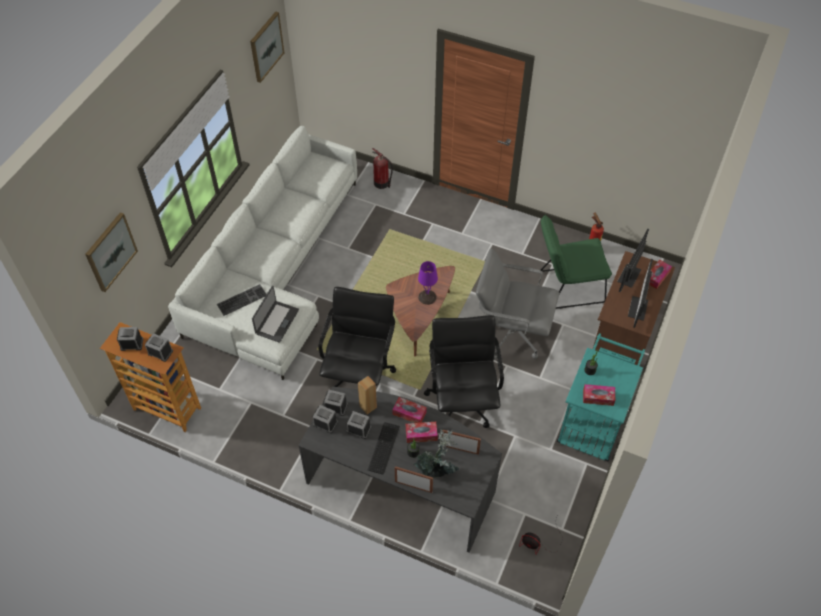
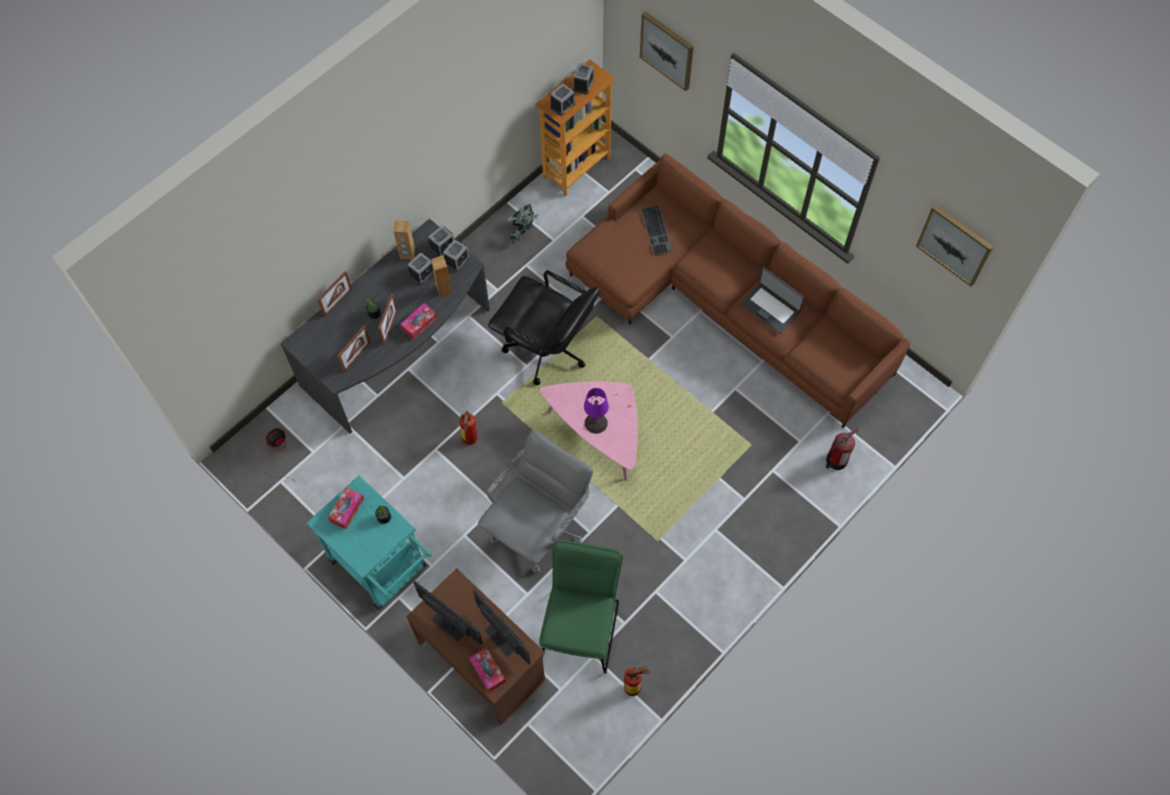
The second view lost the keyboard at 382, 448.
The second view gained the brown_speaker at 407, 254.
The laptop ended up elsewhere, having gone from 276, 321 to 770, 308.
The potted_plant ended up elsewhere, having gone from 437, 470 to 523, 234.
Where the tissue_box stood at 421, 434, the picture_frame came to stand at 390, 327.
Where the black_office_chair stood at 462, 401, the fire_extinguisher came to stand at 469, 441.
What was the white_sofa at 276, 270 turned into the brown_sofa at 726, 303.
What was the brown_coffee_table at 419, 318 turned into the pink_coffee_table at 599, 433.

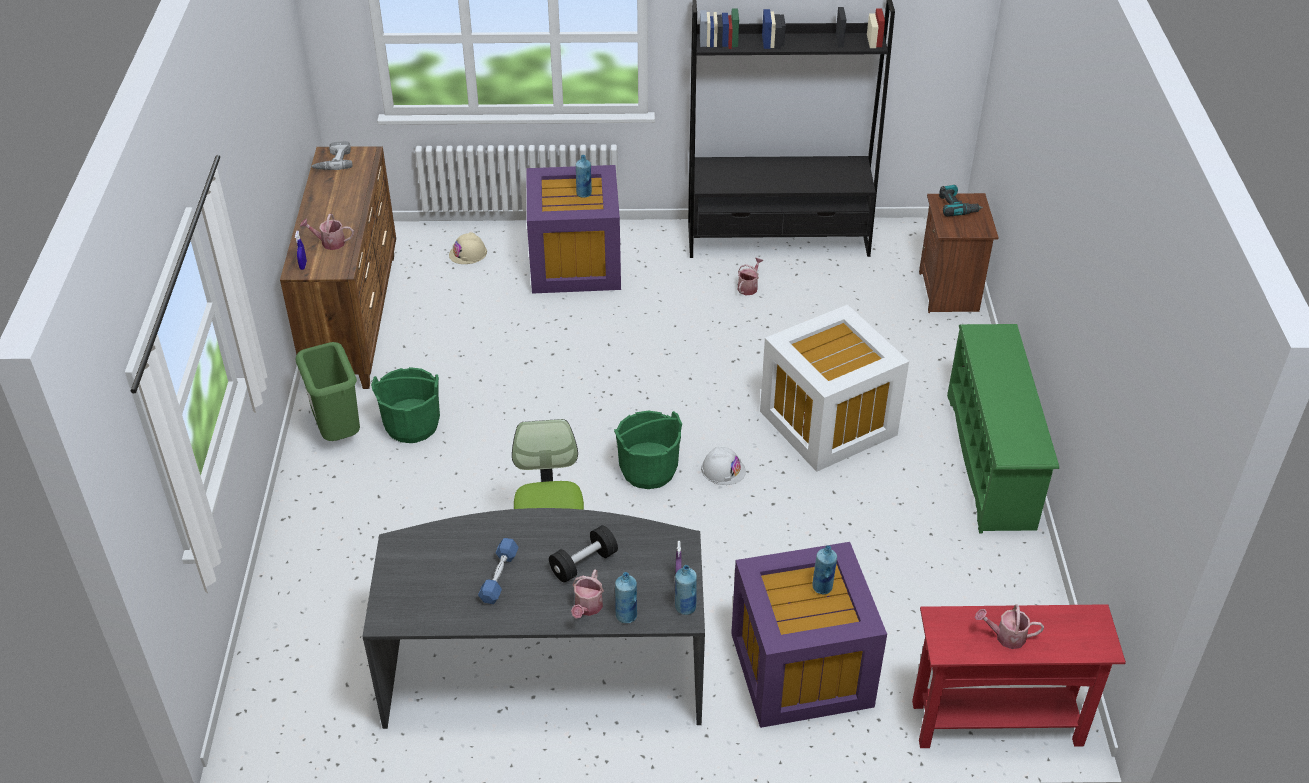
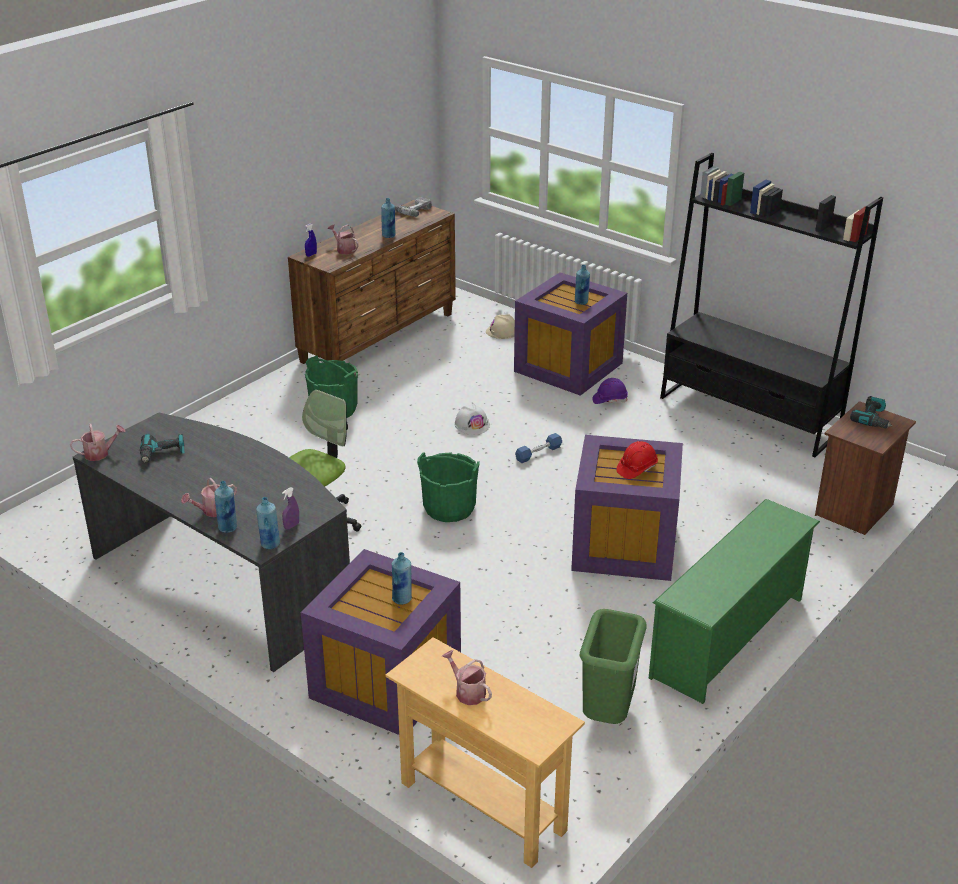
The second view lost the black_dumbbell at 584, 563.
The second view gained the power_drill at 162, 454.
The second view gained the blue_bottle at 389, 236.
The second view gained the purple_hard_hat at 609, 400.
The second view gained the red_hard_hat at 636, 469.
The green_trash_can ended up elsewhere, having gone from 337, 433 to 607, 714.
The blue_dumbbell ended up elsewhere, having gone from 499, 577 to 538, 453.
The white_hard_hat ended up elsewhere, having gone from 723, 470 to 472, 424.
The watering_can ended up elsewhere, having gone from 749, 287 to 100, 453.
What was the white_storage_box at 825, 422 turned into the purple_storage_box at 622, 544.
What was the red_console_table at 996, 723 turned into the beige_console_table at 482, 806.

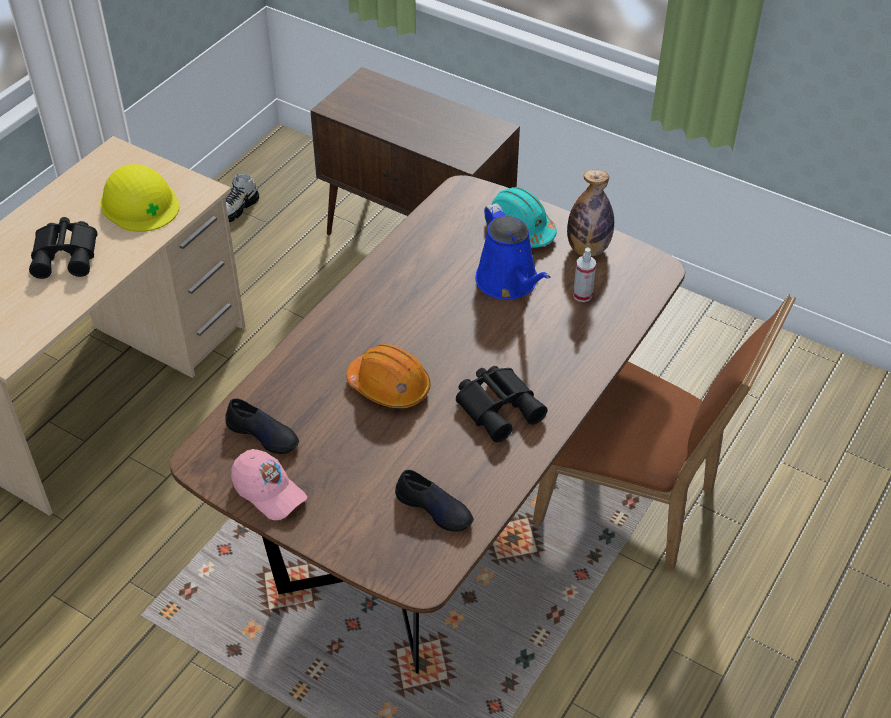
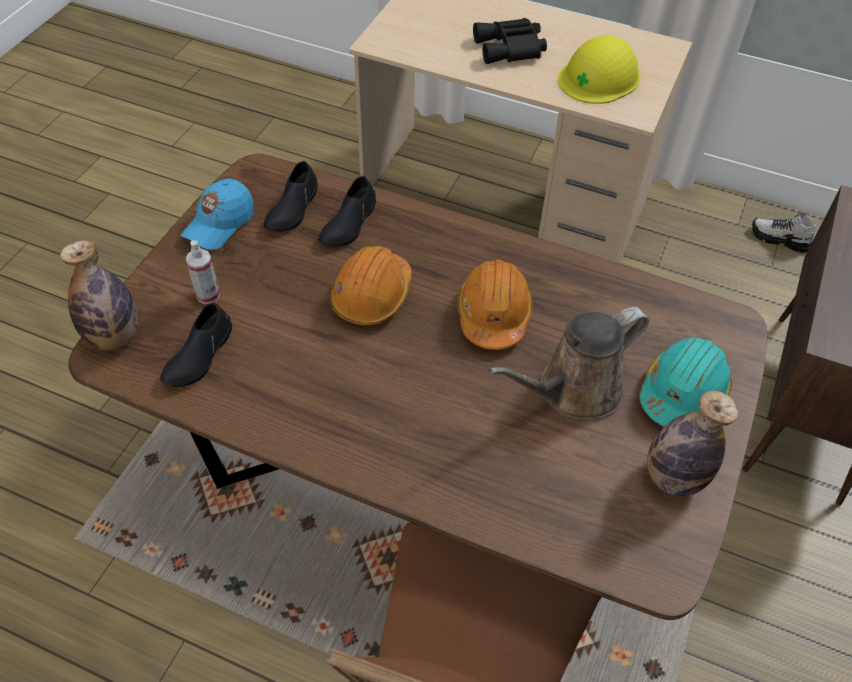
The second view lost the black_binoculars at 499, 406.
The second view gained the bottle at 114, 337.
The second view gained the black_shoe at 349, 223.
The second view gained the orange_hard_hat at 493, 314.
The spray_bottle ended up elsewhere, having gone from 582, 295 to 208, 295.
What was the pink_cap at 269, 492 turned into the blue_cap at 219, 224.
What was the blue_watering_can at 509, 283 turned into the brown_watering_can at 573, 391.

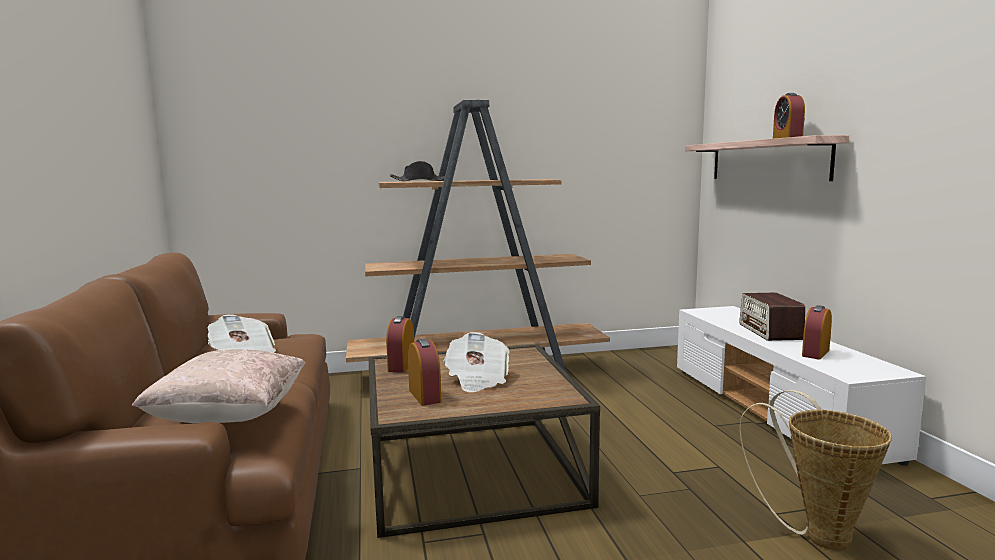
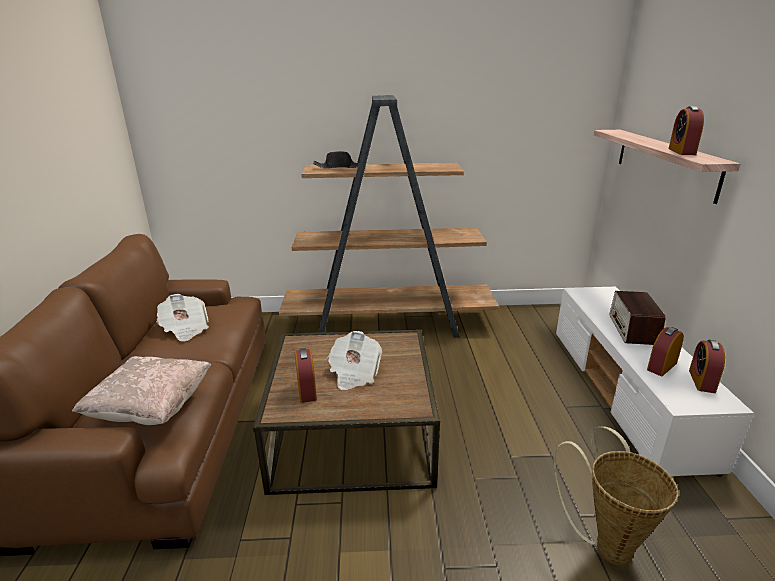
The alarm_clock ended up elsewhere, having gone from 401, 365 to 701, 381.

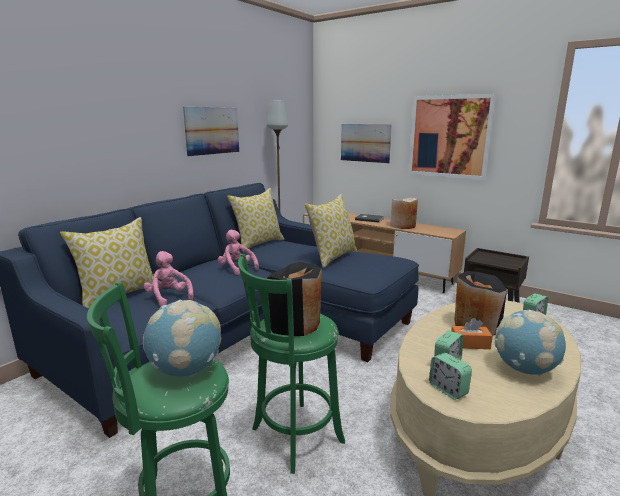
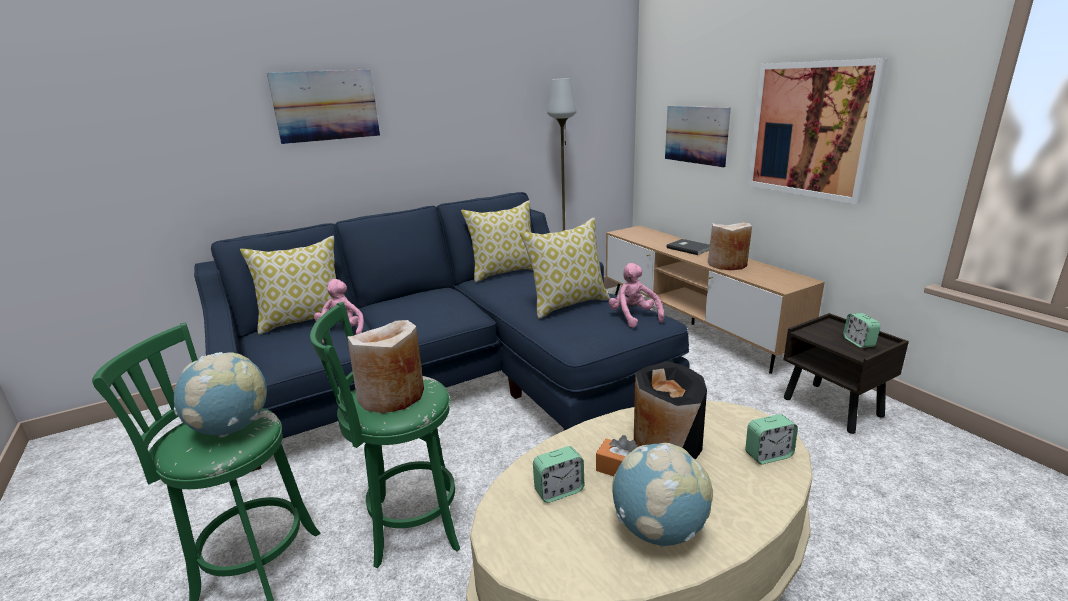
The picture ended up elsewhere, having gone from 212, 131 to 326, 106.
The pink_plush_toy ended up elsewhere, having gone from 237, 269 to 633, 317.
The alarm_clock ended up elsewhere, having gone from 448, 389 to 858, 342.
What was the black_vase at 294, 324 turned into the beige_vase at 392, 395.

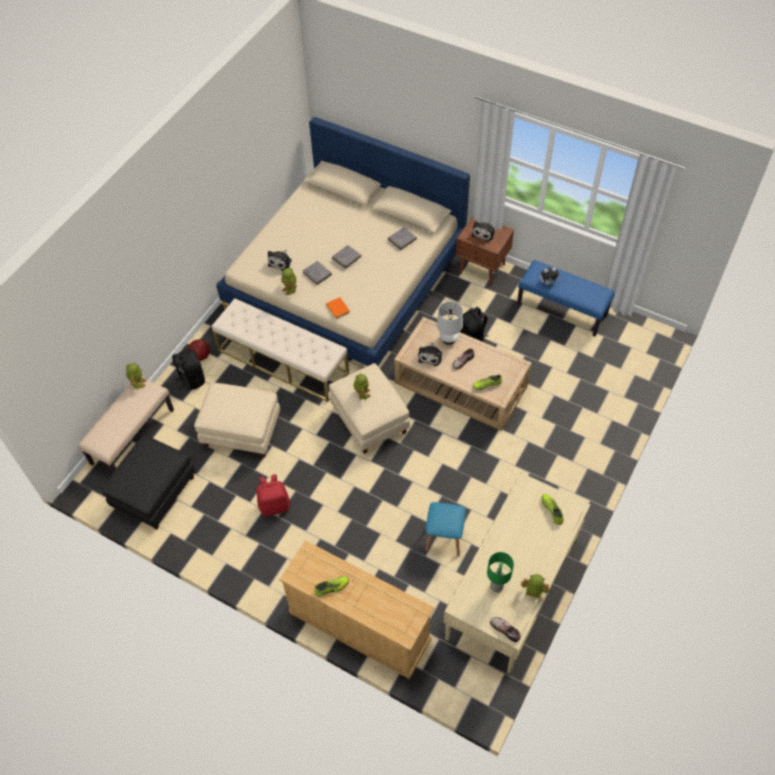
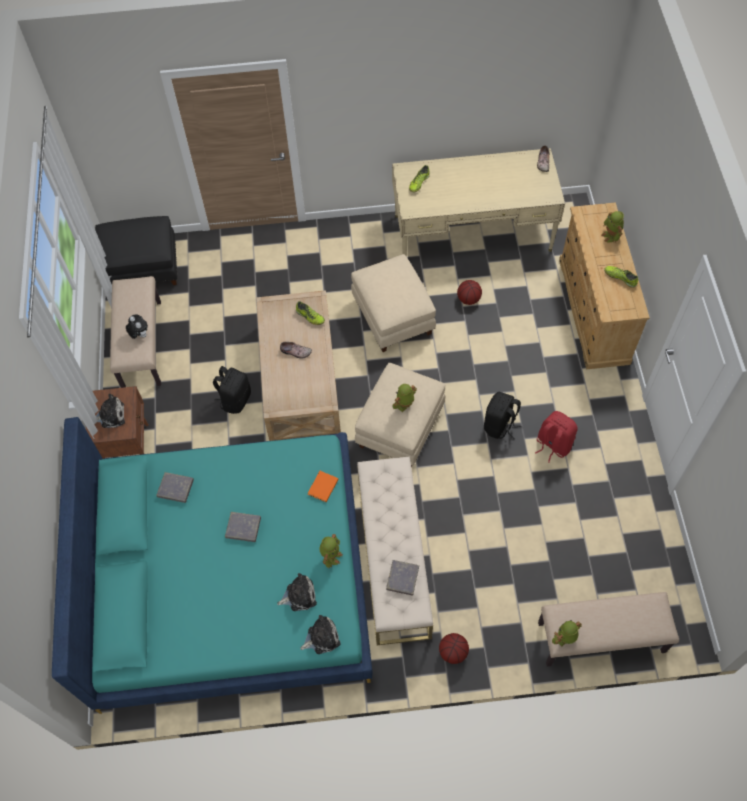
The second view lost the white_table_lamp at 449, 339.
The second view lost the green_table_lamp at 496, 586.
The black_ottoman ended up elsewhere, having gone from 155, 494 to 143, 268.
The black_backpack ended up elsewhere, having gone from 192, 379 to 500, 425.
The beige_ottoman ended up elsewhere, having gone from 242, 431 to 392, 317.
The grey_book ended up elsewhere, having gone from 317, 274 to 402, 578.
The plush_toy ended up elsewhere, having gone from 430, 356 to 321, 637.
The toy_robot ended up elsewhere, having gone from 533, 592 to 611, 236.
Where the blue_stool stood at 444, 538, the basketball came to stand at 468, 299.
What was the beige_bed at 346, 277 turned into the turquoise_bed at 230, 576.
What was the blue_bench at 562, 309 turned into the beige_bench at 141, 344.

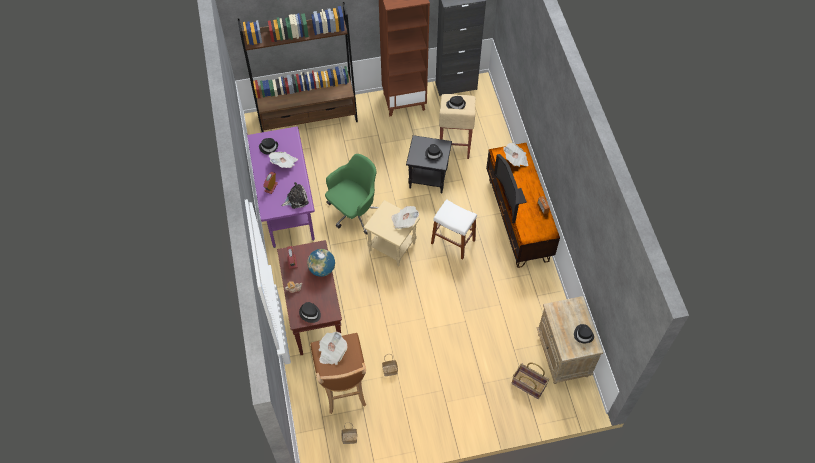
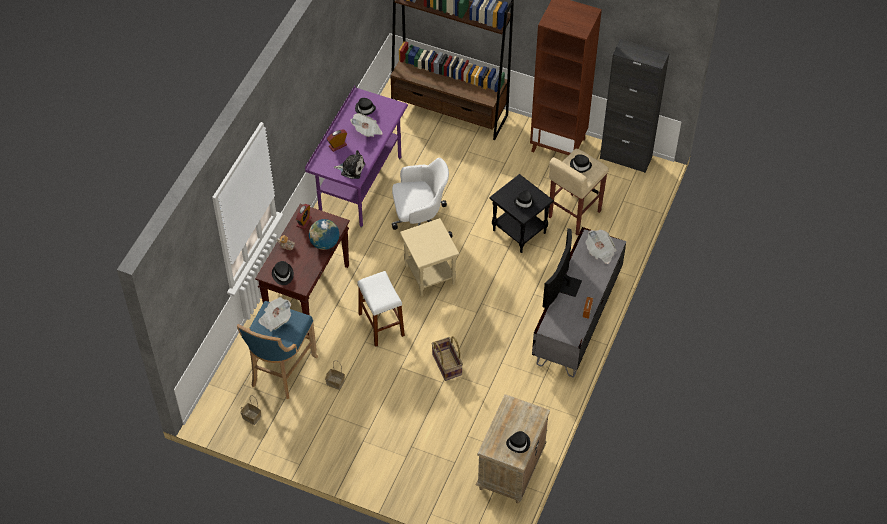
The second view lost the newspaper at 404, 221.
The white_stool ended up elsewhere, having gone from 453, 241 to 381, 324.
The basket ended up elsewhere, having gone from 528, 385 to 446, 364.
What was the brown_stool at 343, 388 turned into the blue_stool at 281, 372.
What was the green_office_chair at 354, 212 turned into the white_office_chair at 420, 223.
What was the brown_tv_stand at 517, 220 turned into the grey_tv_stand at 576, 321.

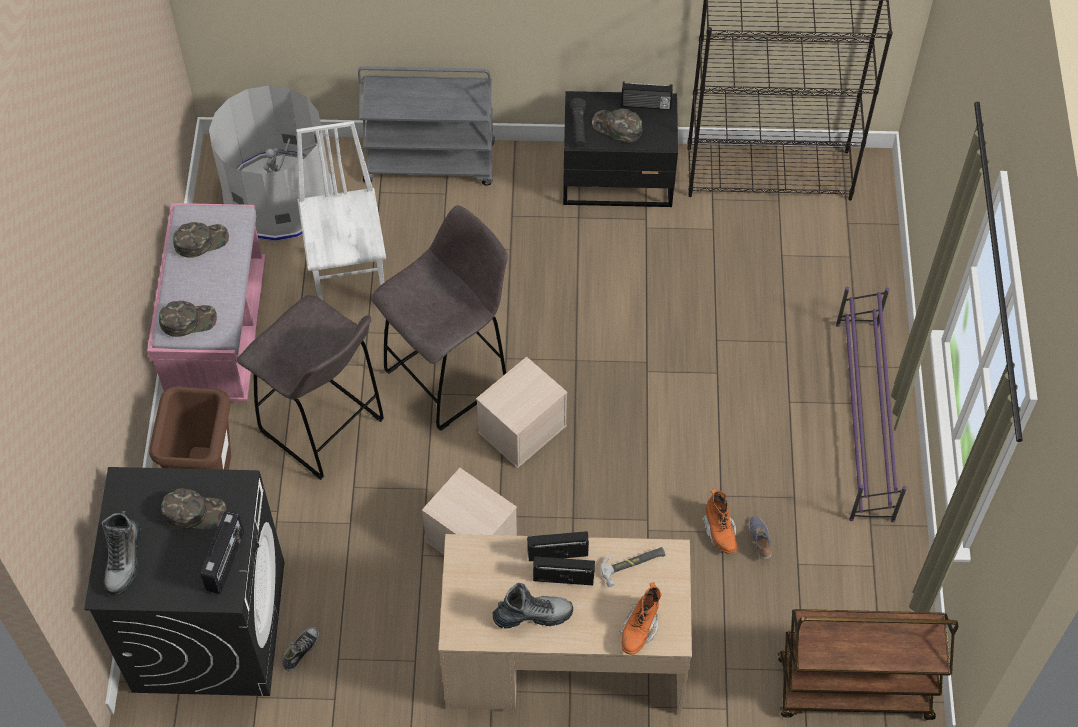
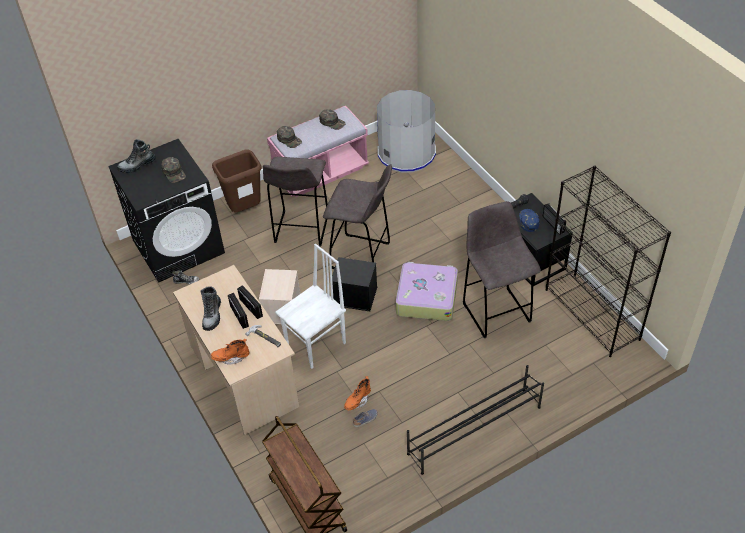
The second view lost the radio at 226, 562.
The second view lost the grey_cart at 431, 162.
The second view gained the suitcase at 426, 297.
The second view gained the grey_stool at 495, 311.
The white_chair ended up elsewhere, having gone from 350, 277 to 317, 344.
What was the beige_storage_box at 522, 428 turned into the black_storage_box at 356, 296.
What was the green_cap at 617, 127 turned into the blue_cap at 528, 221.
What was the purple_shoe_rack at 863, 420 turned into the black_shoe_rack at 473, 430.
The boot at 533, 615 ended up facing another way, 45 degrees clockwise from before.

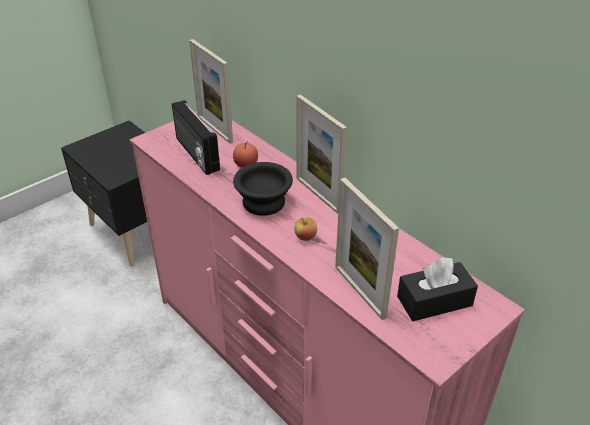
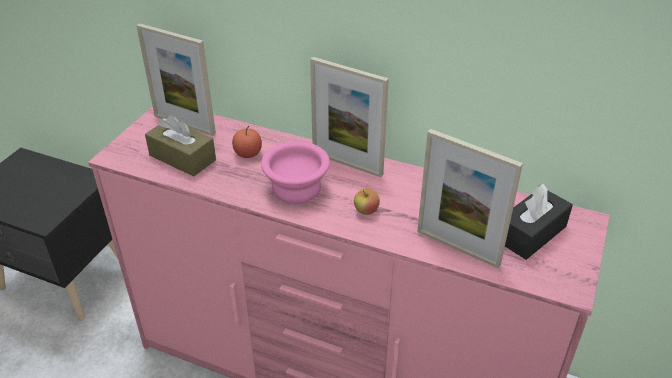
Where the radio stood at 196, 154, the brown_tissue_box came to stand at 182, 158.
What was the black_bowl at 262, 202 turned into the pink_bowl at 294, 188.

